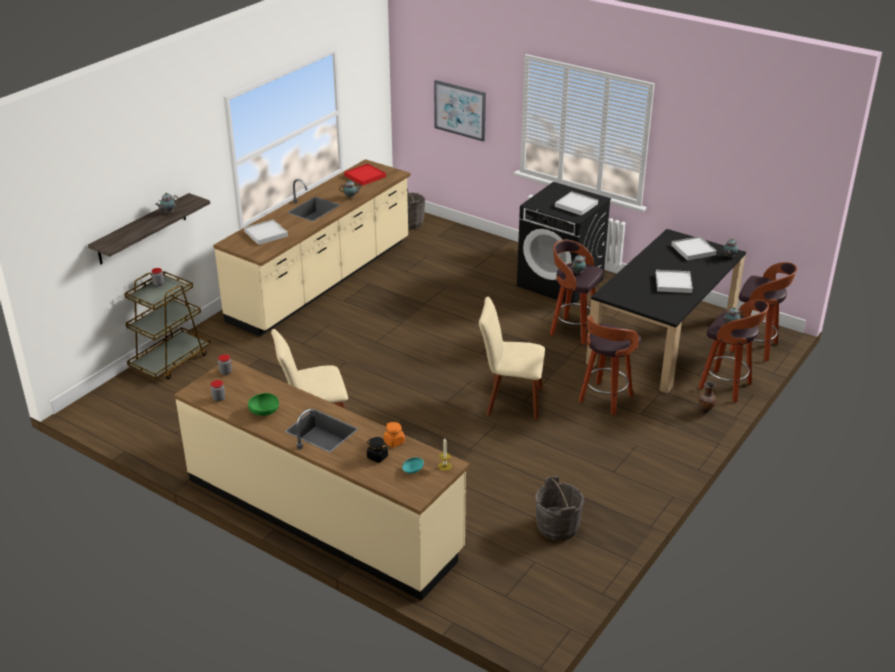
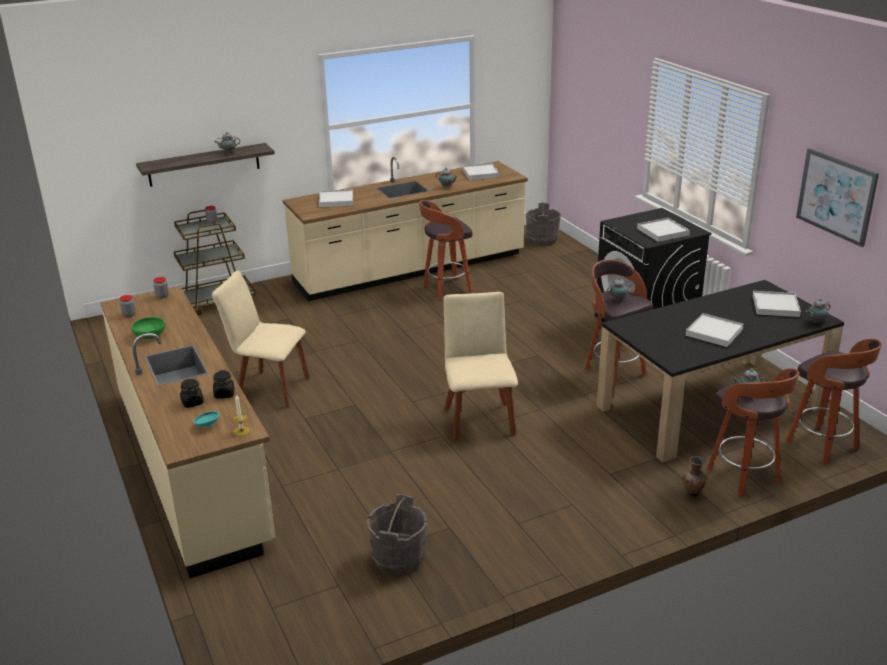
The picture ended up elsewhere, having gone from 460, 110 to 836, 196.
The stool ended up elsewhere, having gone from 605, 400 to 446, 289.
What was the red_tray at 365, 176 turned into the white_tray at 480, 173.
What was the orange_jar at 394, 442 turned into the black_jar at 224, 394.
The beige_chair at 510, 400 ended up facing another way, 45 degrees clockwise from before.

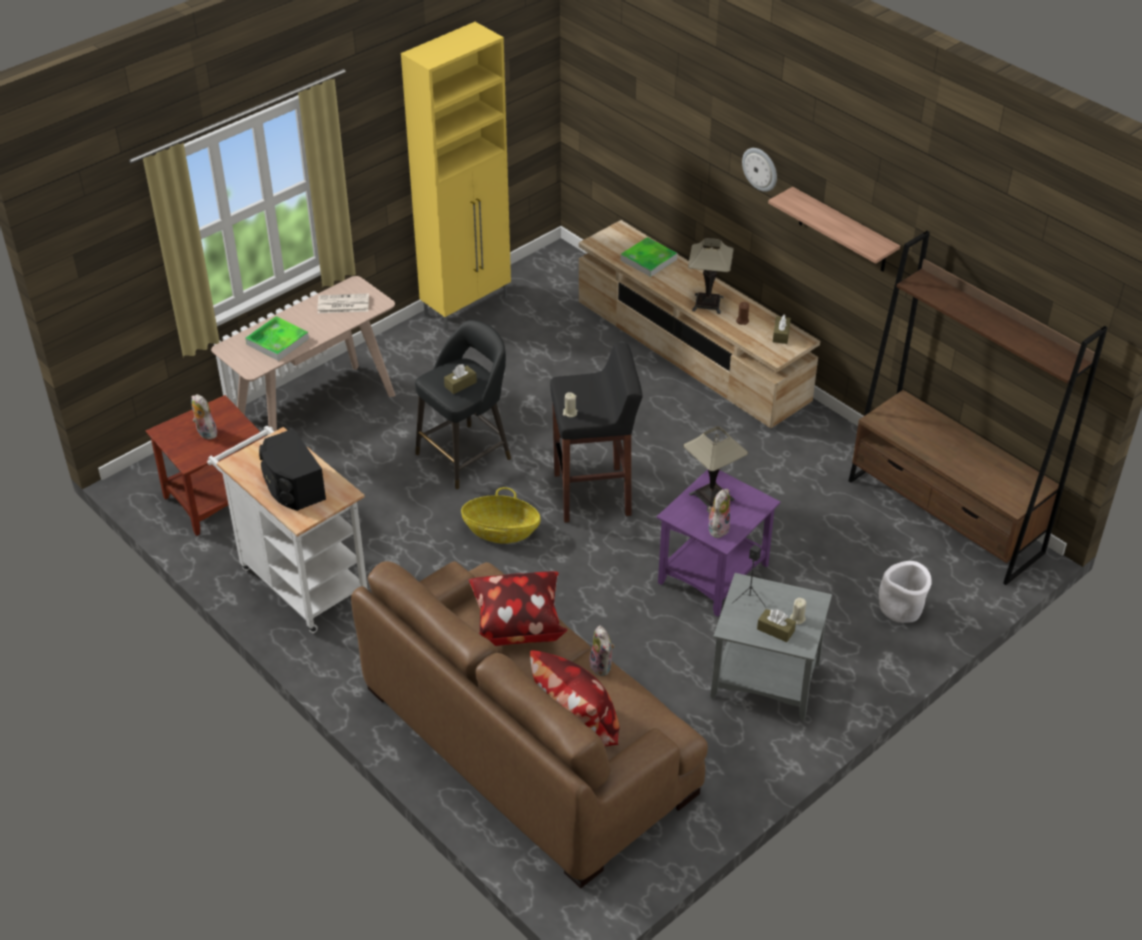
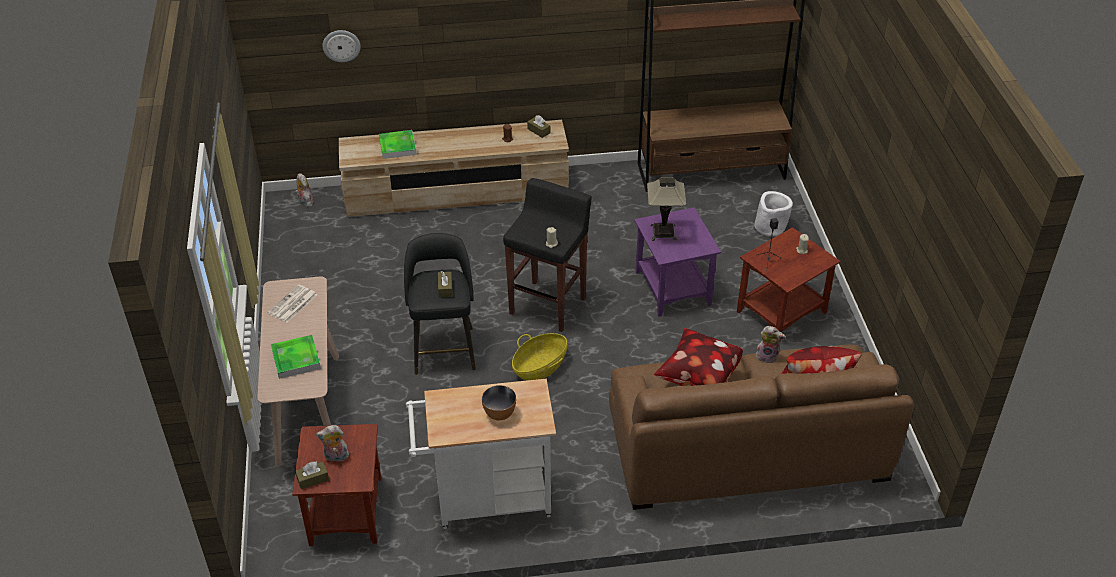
The second view lost the yellow_cabinet at 467, 306.
The second view lost the table_lamp at 707, 303.
The second view lost the shelf at 843, 231.
The plush_toy ended up elsewhere, having gone from 717, 528 to 305, 201.
The wall_clock ended up elsewhere, having gone from 760, 169 to 341, 45.
The brown_tissue_box ended up elsewhere, having gone from 775, 630 to 313, 479.
Where the black_speaker stood at 292, 486, the bowl came to stand at 500, 413.
What was the grey_side_table at 766, 679 turned into the brown_side_table at 780, 311.

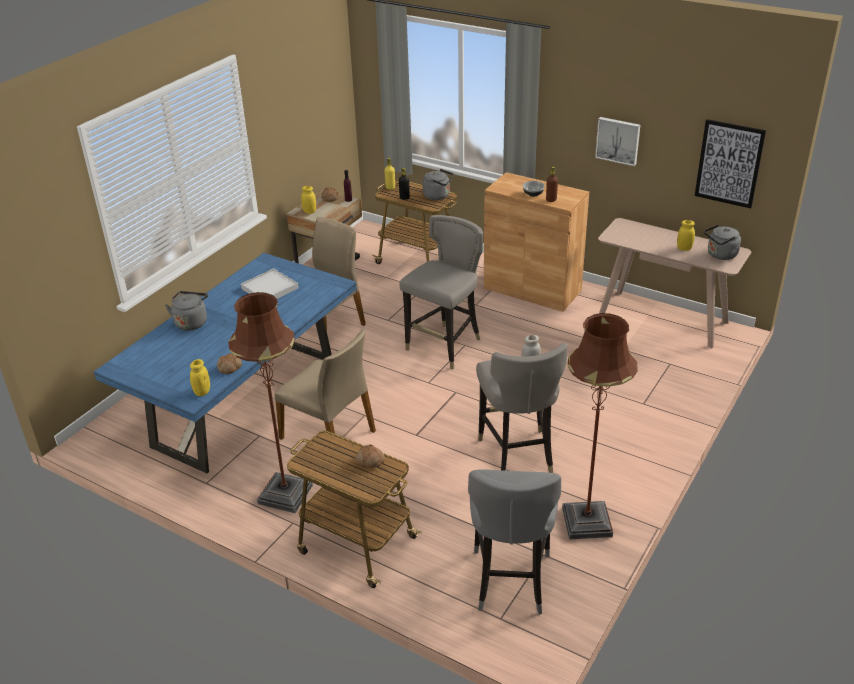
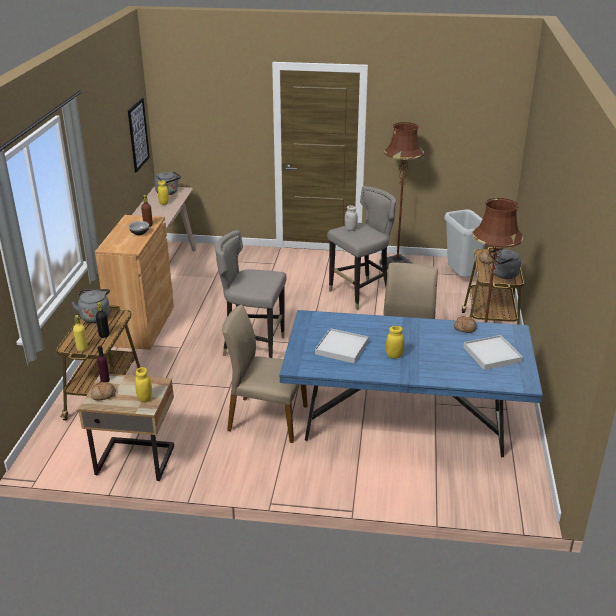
The second view lost the picture at 618, 140.
The second view gained the white_tray at 492, 355.
The grey_kettle ended up elsewhere, having gone from 191, 322 to 503, 275.
The yellow_jar ended up elsewhere, having gone from 202, 392 to 394, 356.
Where the grey_stool stood at 510, 581, the grey_trash_can came to stand at 462, 278.

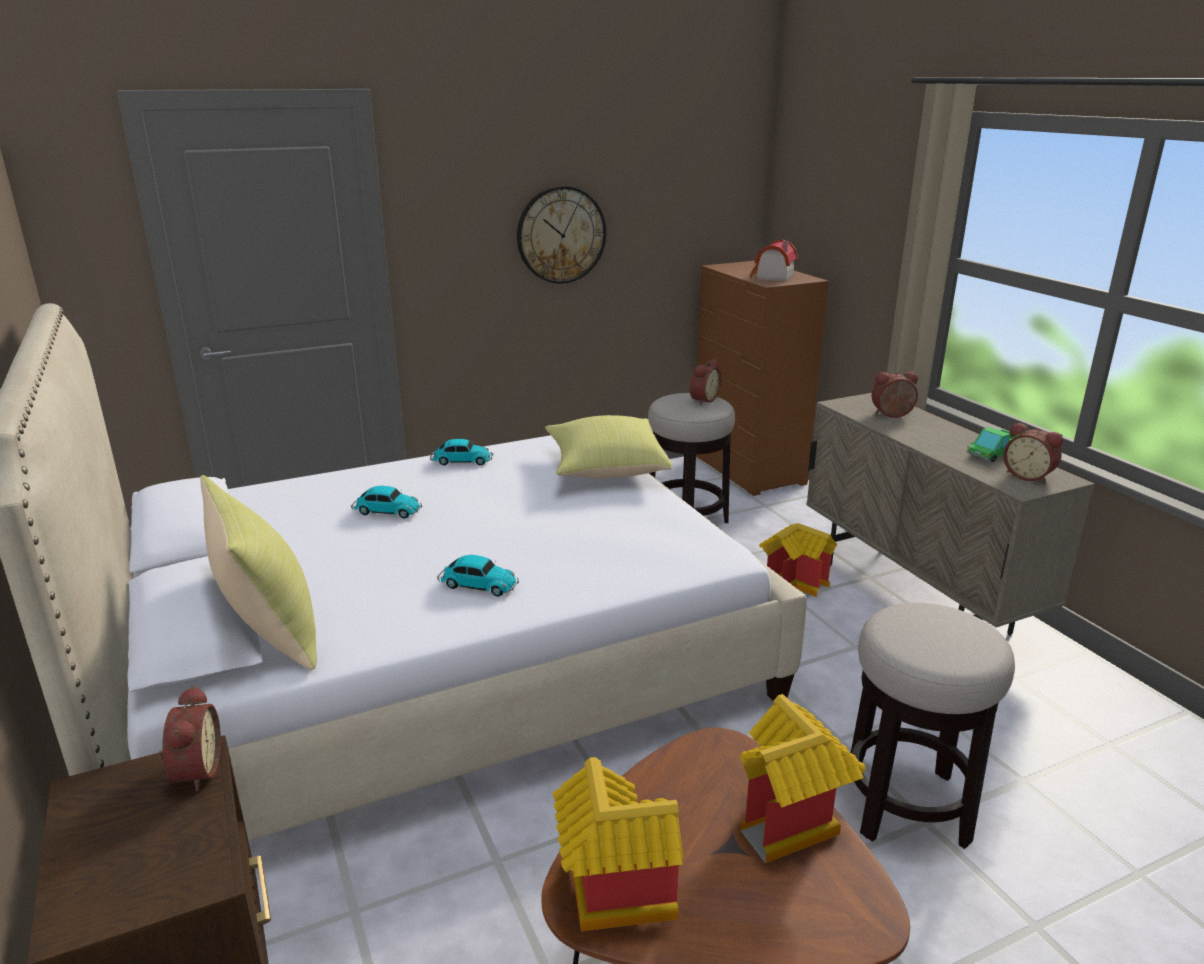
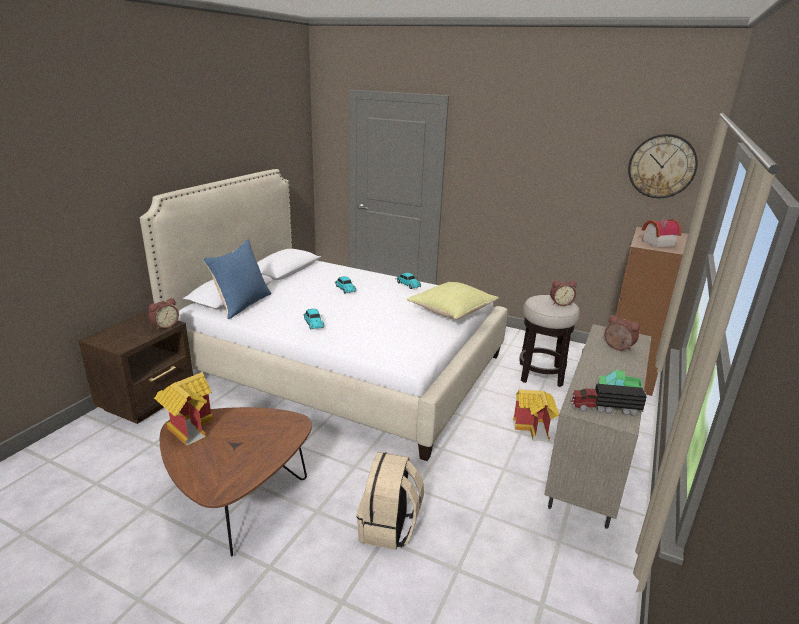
The second view lost the toy_house at 791, 824.
The wall_clock ended up elsewhere, having gone from 561, 235 to 662, 166.
Where the stool stood at 907, 805, the beige_backpack came to stand at 389, 528.
Where the alarm_clock stood at 1028, 476, the toy_truck came to stand at 604, 408.
What was the yellow_pillow at 269, 632 turned into the blue_pillow at 242, 304.

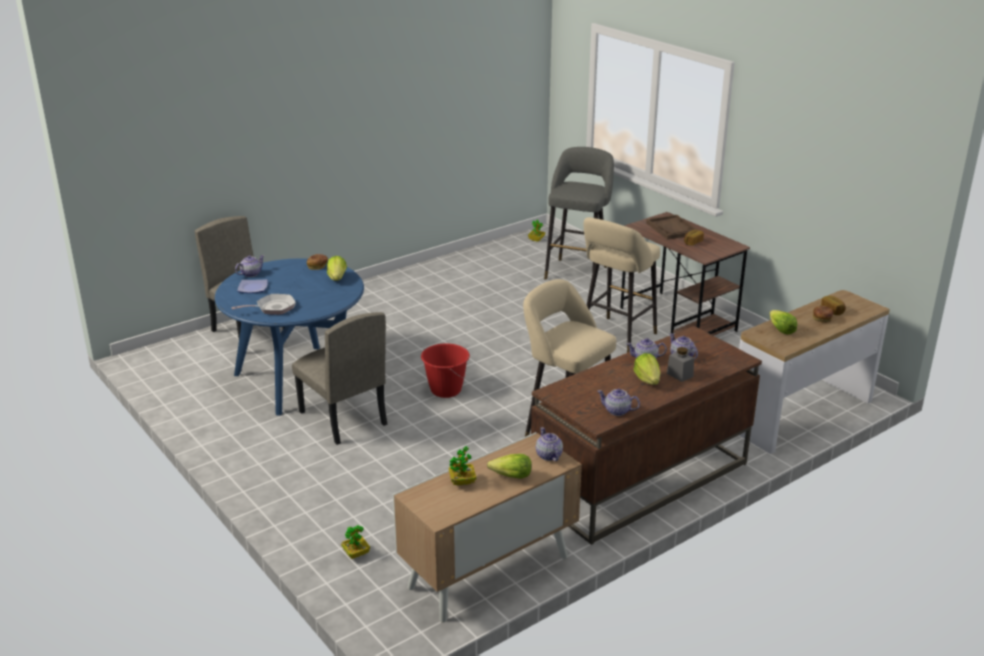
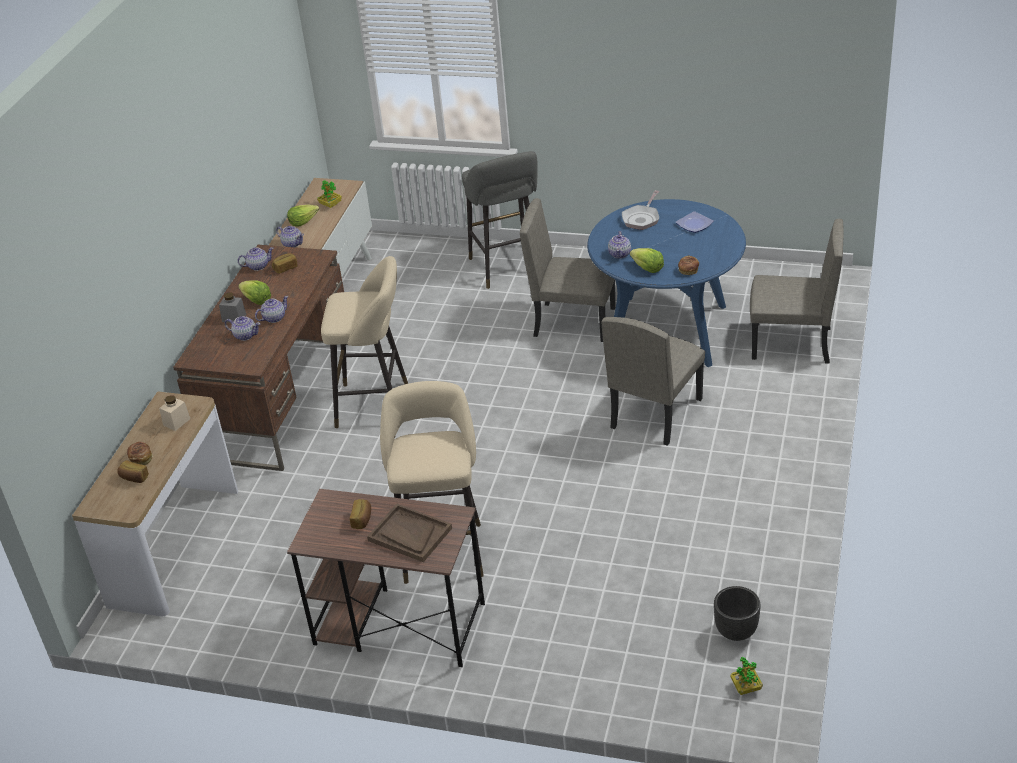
The second view lost the potted_plant at 356, 553.
The second view lost the red_bucket at 445, 390.
The second view gained the bread at 285, 268.
The second view gained the beige_chair at 655, 413.
The second view gained the black_planter at 736, 631.
The teapot ended up elsewhere, having gone from 250, 274 to 620, 254.
The grey_stool ended up elsewhere, having gone from 577, 271 to 508, 268.
Where the lettuce stood at 780, 330, the beige_jar came to stand at 176, 422.

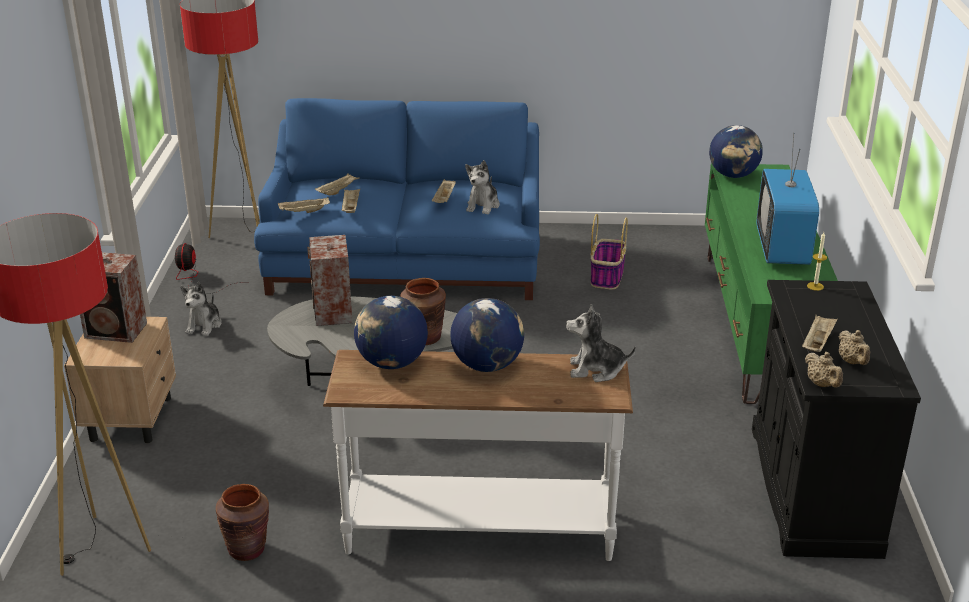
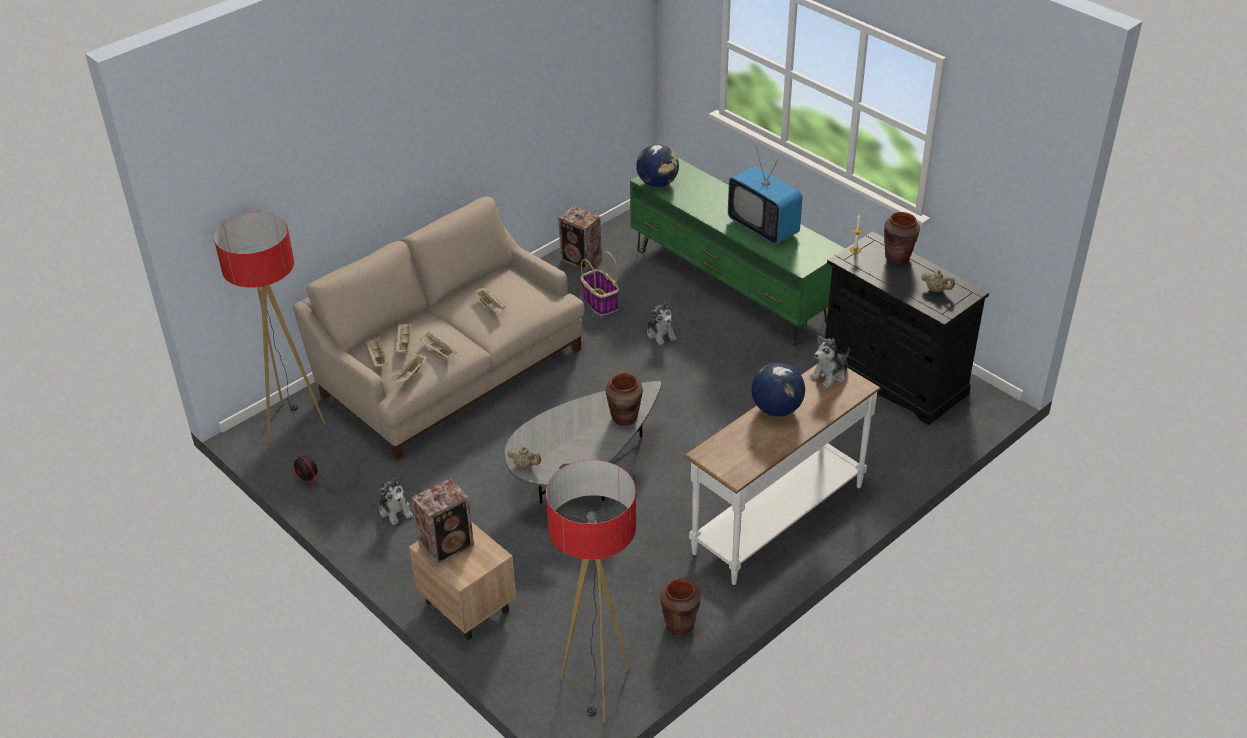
The second view lost the globe at 391, 363.
The second view gained the brown_vase at 897, 257.
The speaker ended up elsewhere, having gone from 332, 313 to 581, 260.
The plush_toy ended up elsewhere, having gone from 483, 205 to 661, 334.
The beige_tray ended up elsewhere, having gone from 817, 343 to 377, 358.
The beige_teapot ended up elsewhere, having gone from 822, 384 to 525, 465.
What was the blue_sofa at 405, 259 turned into the beige_sofa at 448, 369.

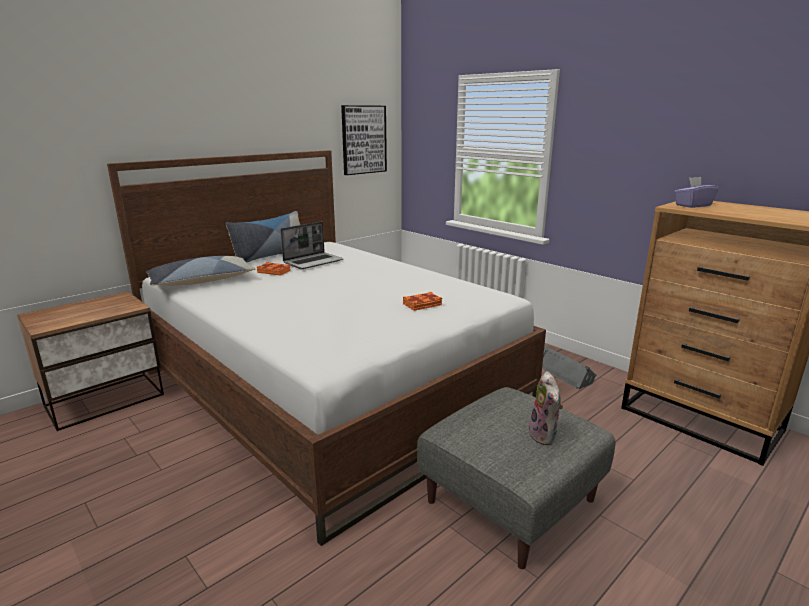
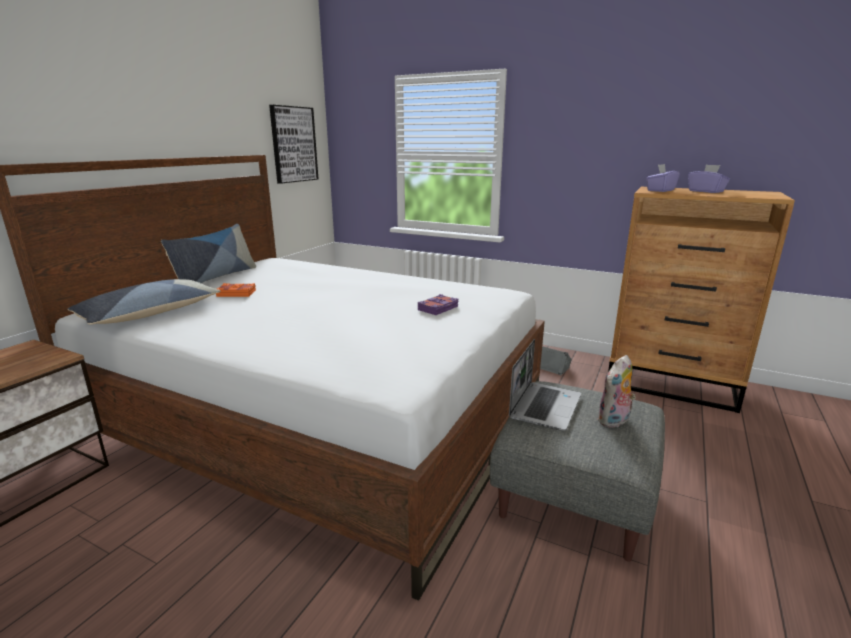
The second view gained the purple_tissue_box at 706, 191.
The laptop ended up elsewhere, having gone from 313, 262 to 544, 406.
What was the orange_book at 422, 305 turned into the purple_book at 438, 308.
The plush_toy at 544, 436 ended up facing another way, 75 degrees clockwise from before.

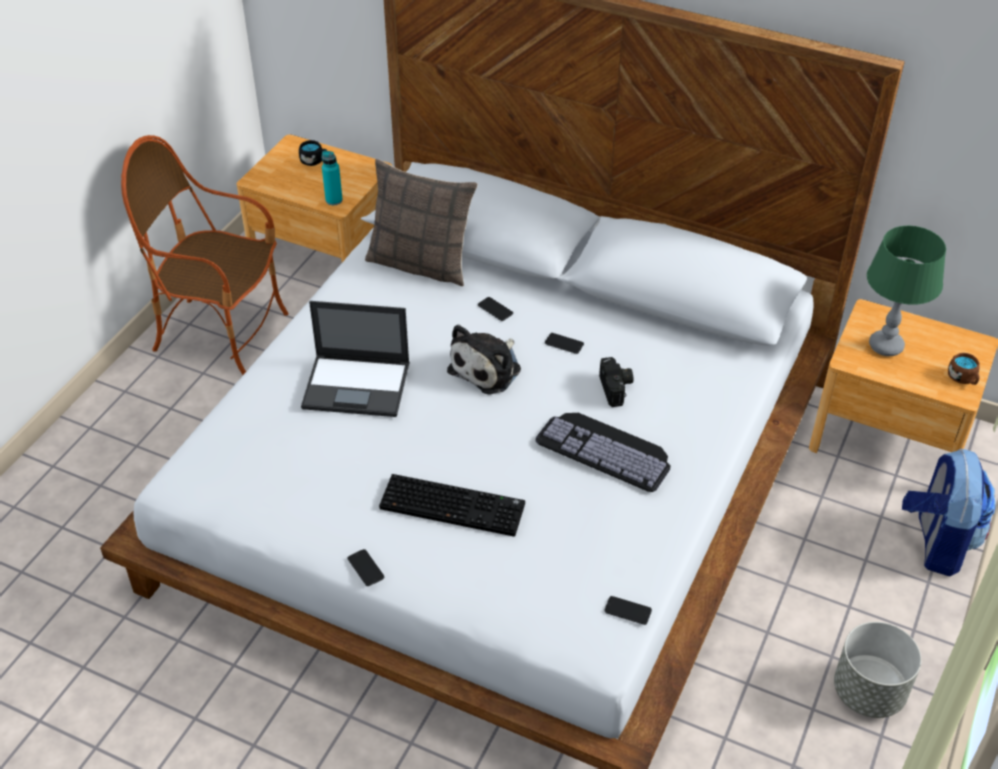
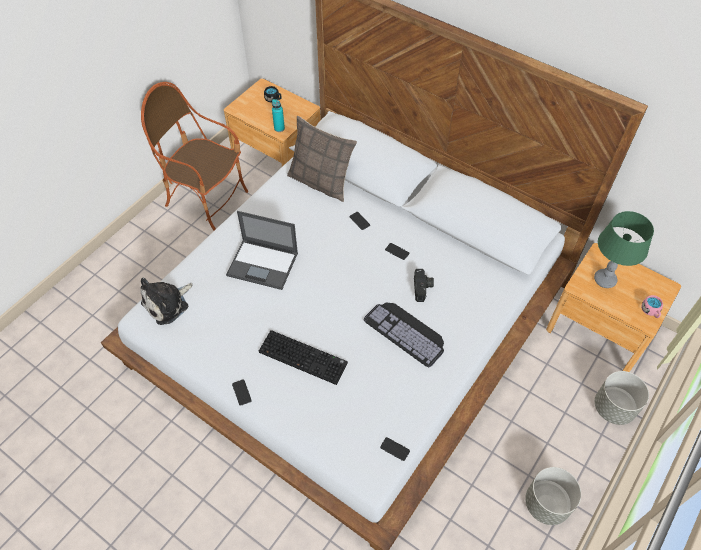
The plush_toy ended up elsewhere, having gone from 488, 368 to 168, 303.
Where the backpack stood at 937, 542, the grey_planter came to stand at 613, 407.
What was the brown_mug at 963, 379 turned into the pink_mug at 650, 311.

